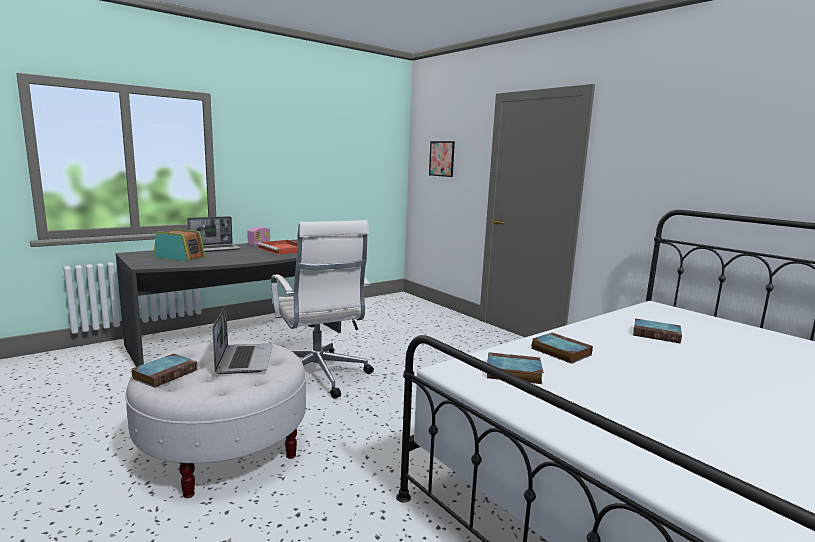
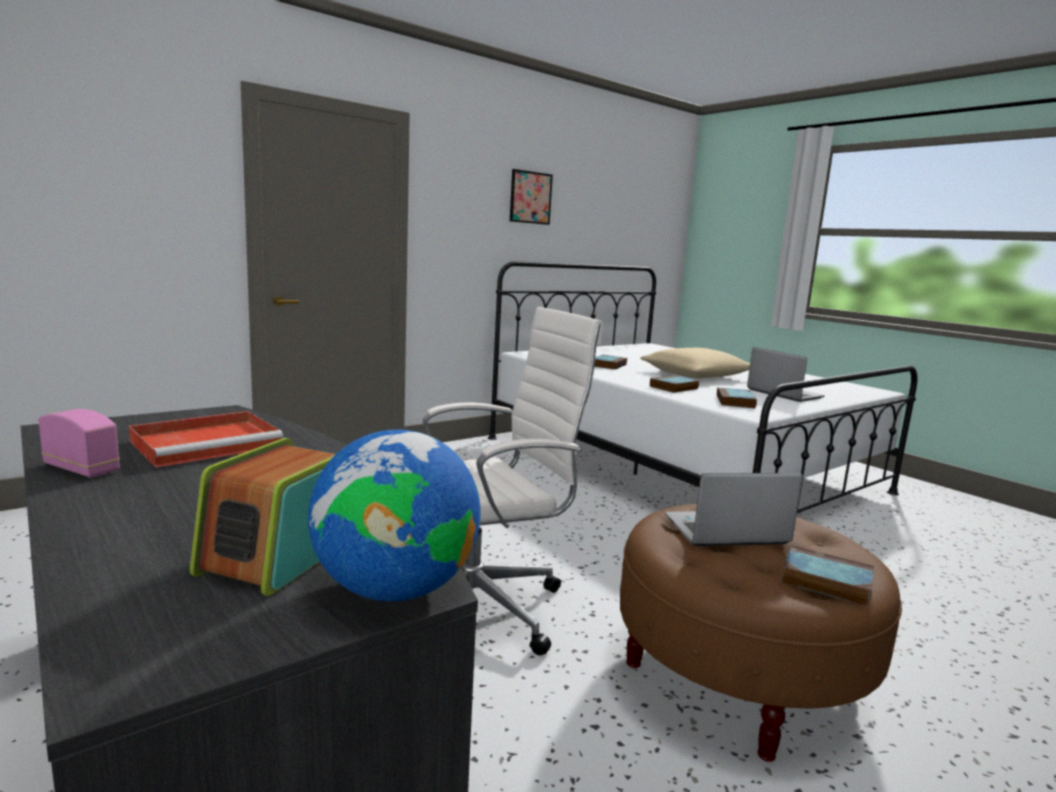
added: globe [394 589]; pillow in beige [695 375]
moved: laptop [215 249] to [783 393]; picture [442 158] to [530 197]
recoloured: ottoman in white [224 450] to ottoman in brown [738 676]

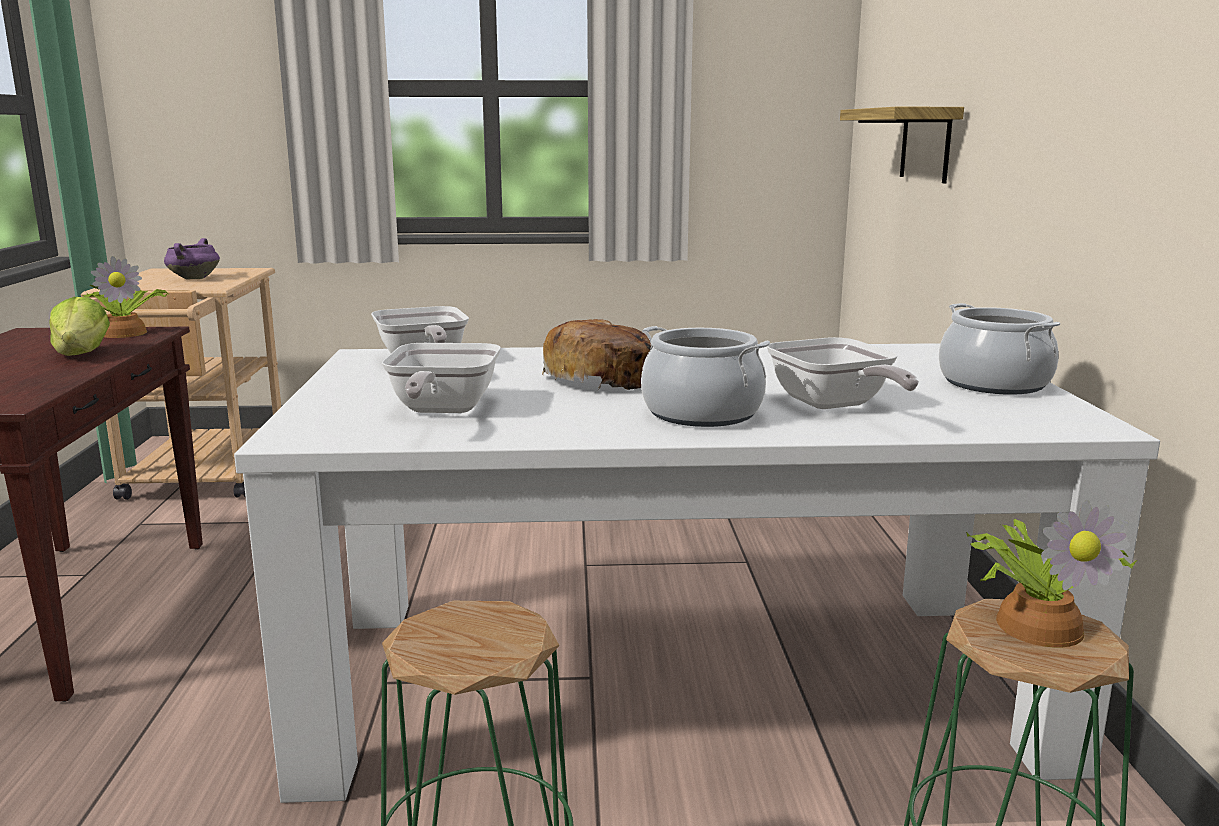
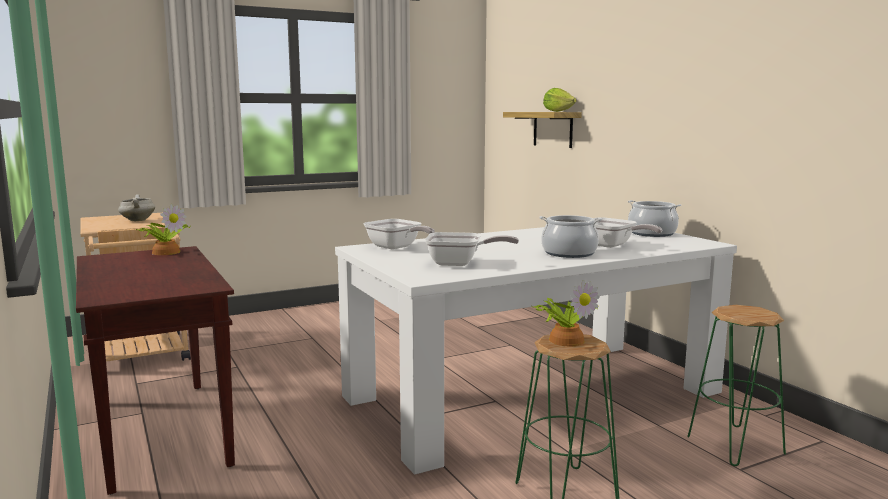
removed: bread [605 378]
moved: lettuce [82 353] to [558 111]; potted plant [1040 623] to [566 339]
recoloured: cooking pot in purple [194 278] to cooking pot in white [137 220]
turned: frying pan [441 411] = [460 263] 60 degrees counterclockwise

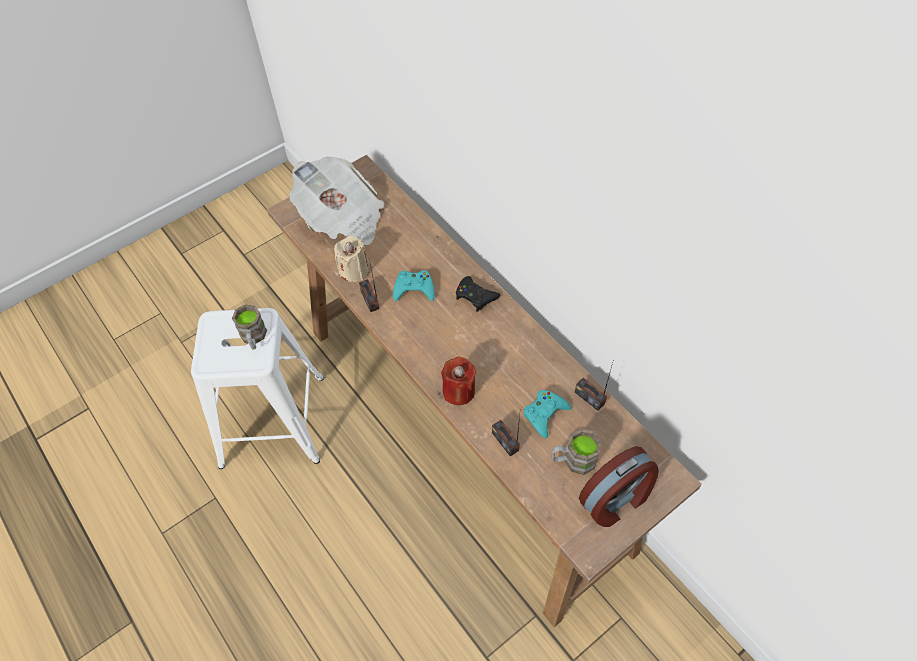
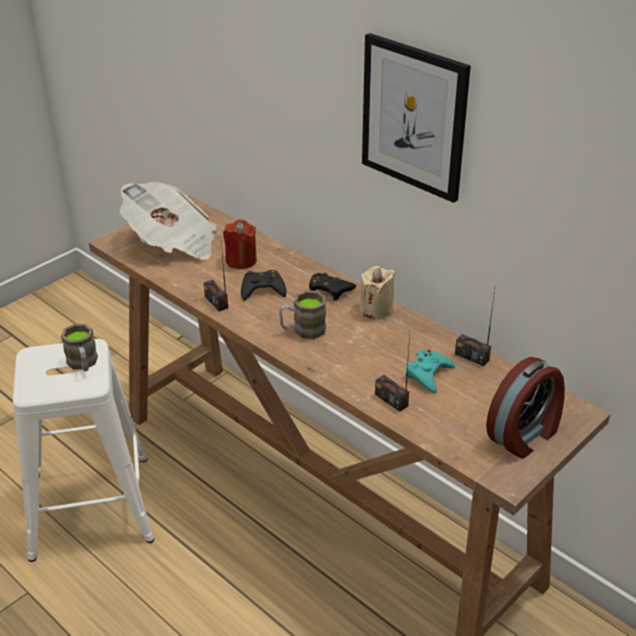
added: picture [414 117]
moved: candle in beige [354 270] to [376 309]; candle in red [459 391] to [241 260]; mug in brown [573 460] to [303 330]
recoloured: game controller in turquoise [414 289] to game controller in black [262 290]

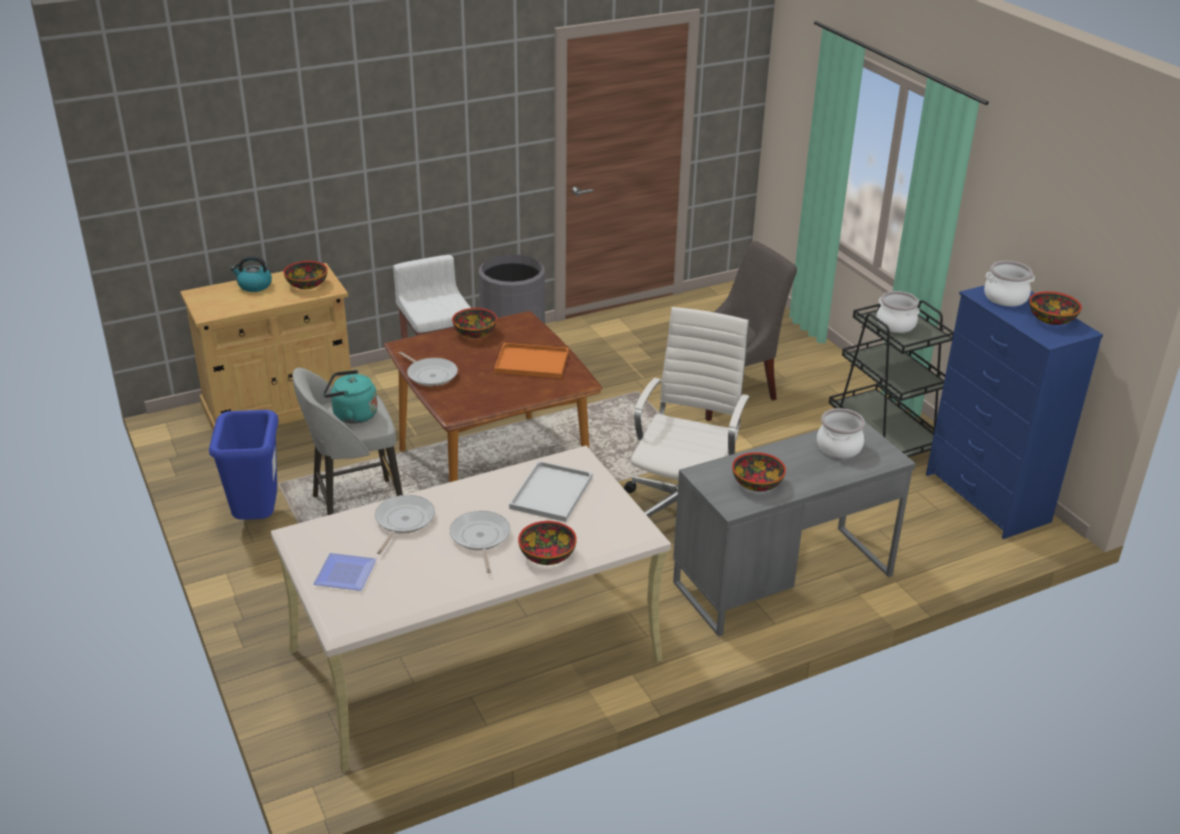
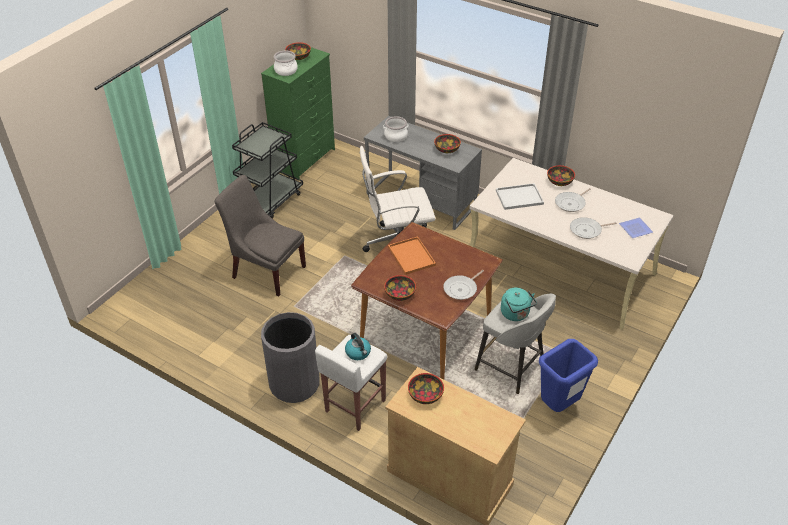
removed: cooking pot [896 324]
moved: kettle [254 286] to [358 353]
recoloured: dresser in blue [987 498] to dresser in green [305 159]
turned: frying pan [430 374] = [461 289] 150 degrees counterclockwise

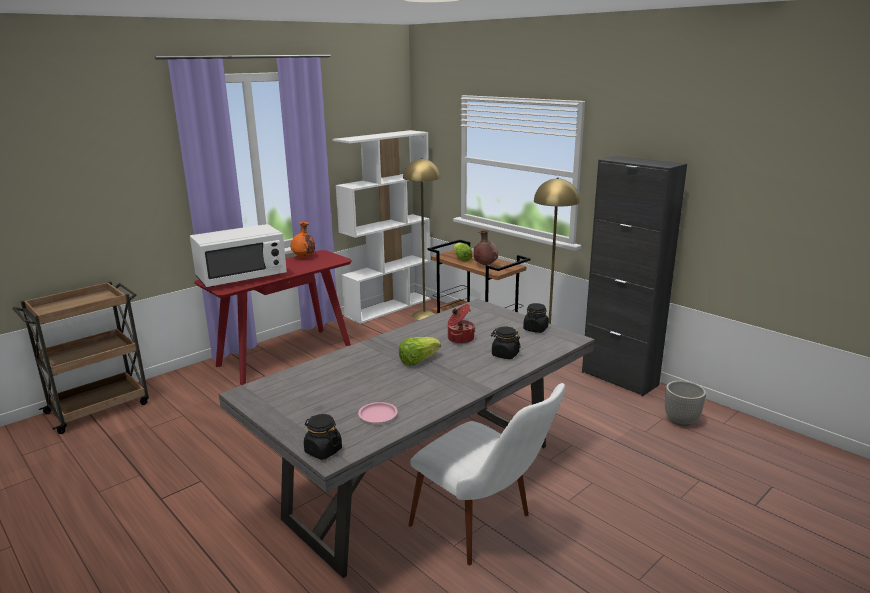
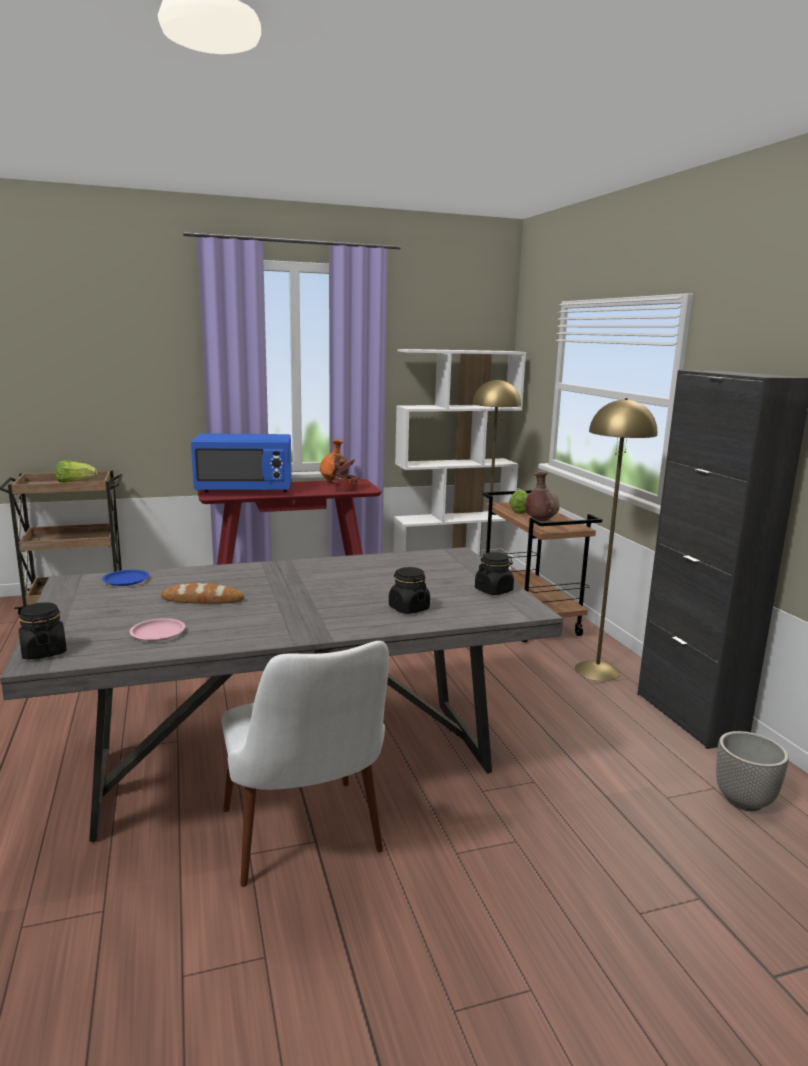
added: plate in blue [126 581]; bread [202 600]
moved: lettuce [418 361] to [75 482]; cooking pot [460 338] to [345 489]
recoloured: microwave in white [242 278] to microwave in blue [245 489]

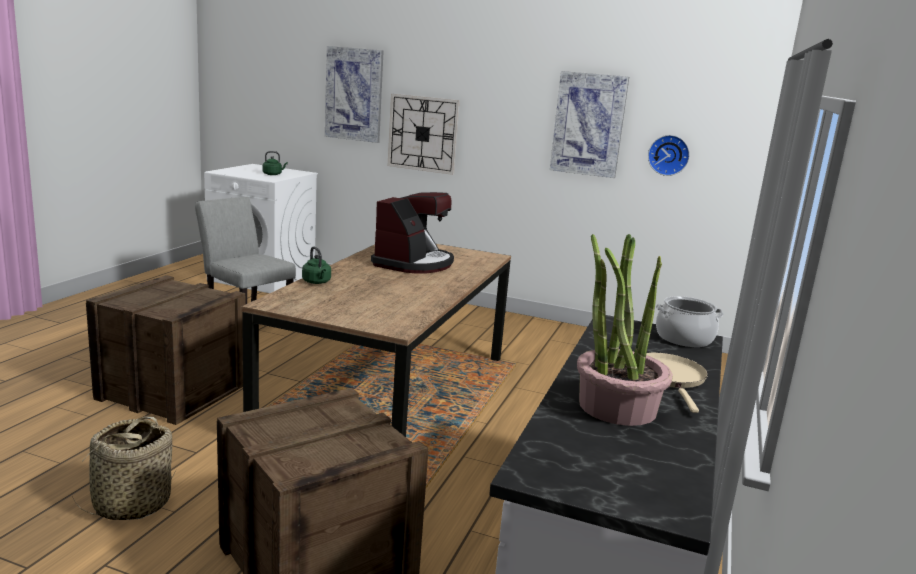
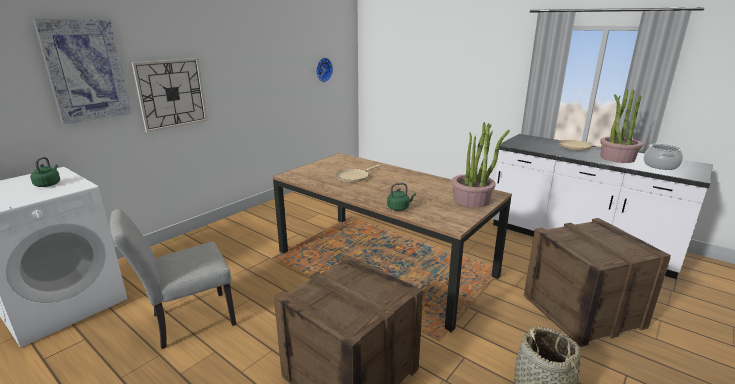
removed: picture [588 124]
added: potted plant [472 200]
moved: cooking pot [684 338] to [660 166]
replaced: coffee machine [414 263] to frying pan in beige [354 177]

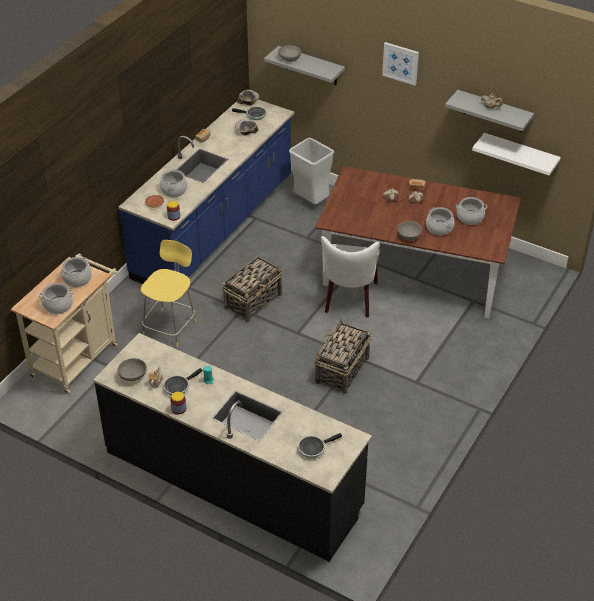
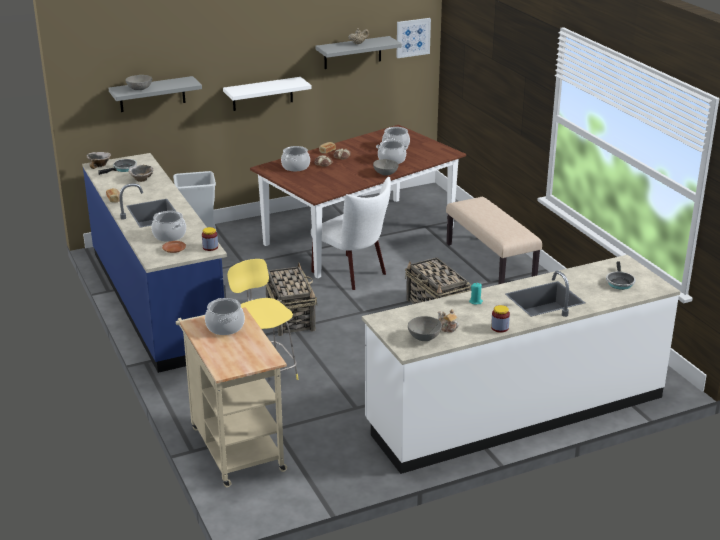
removed: frying pan [178 387]
added: bench in beige [491 263]
moved: cooking pot [58 305] to [296 167]; picture [400 63] to [413 37]; shelf in white [520 154] to [262 94]
recoloured: counter in black [233 479] to counter in white [515 411]

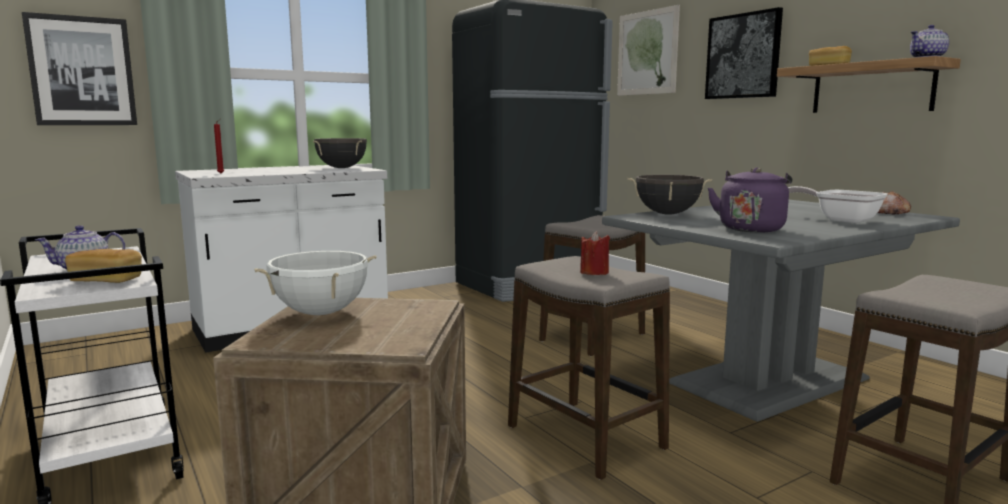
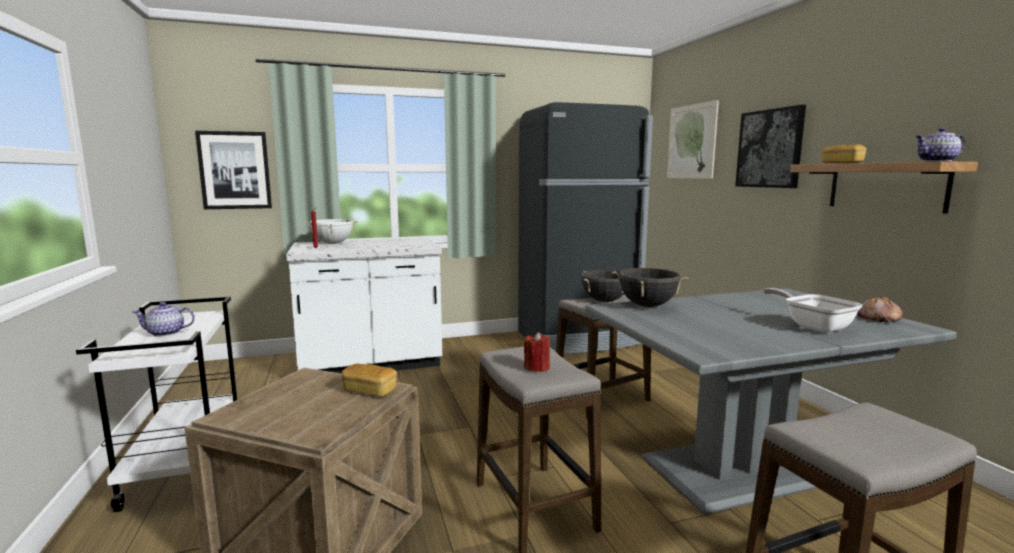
removed: kettle in purple [751 228]
moved: bread [106 280] to [370 391]; cooking pot in white [321 313] to [333 243]; cooking pot in black [341 168] to [604 301]

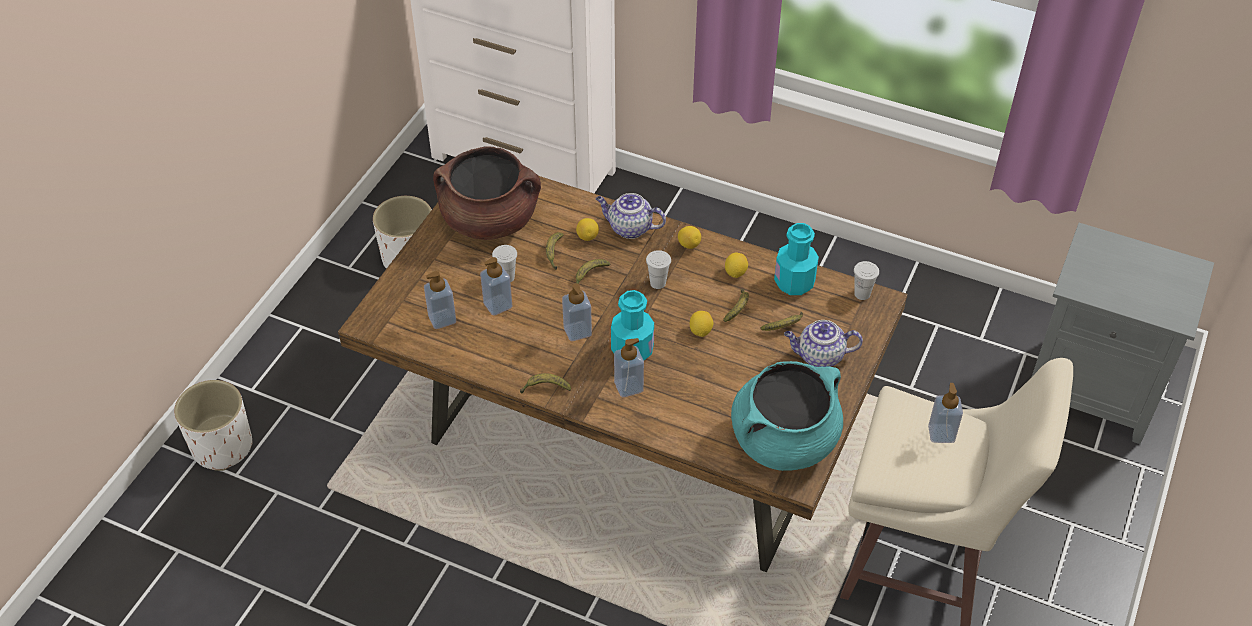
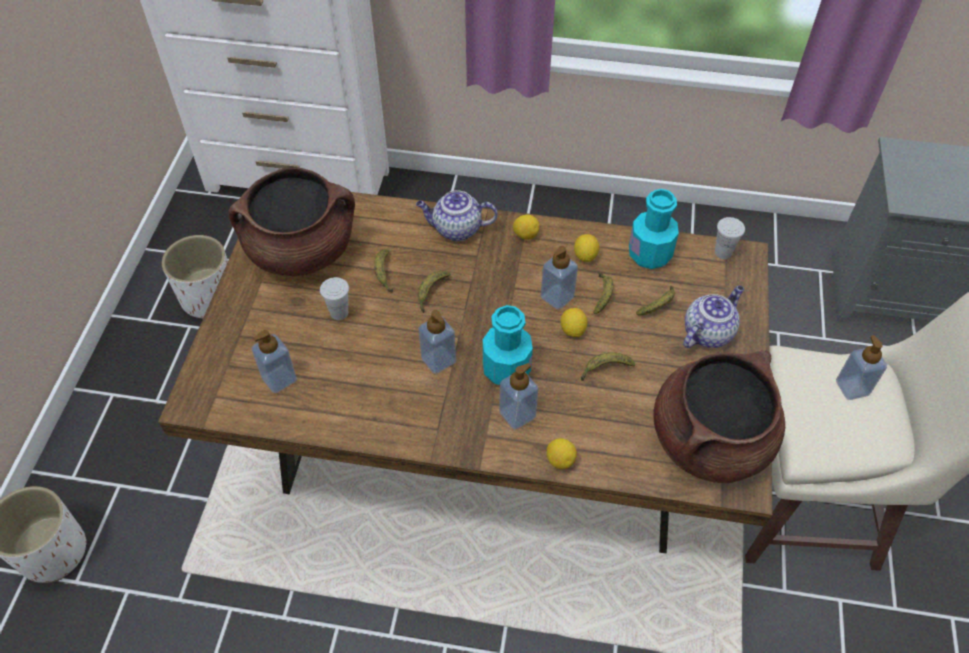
removed: cup in white [658 283]
moved: soap dispenser [498 305] to [557 297]; banana [545 388] to [605 369]; lemon [587 237] to [560 460]
recoloured: cooking pot in turquoise [784 440] to cooking pot in brown [710 440]
turned: teapot [819 356] = [708 332] 150 degrees clockwise

